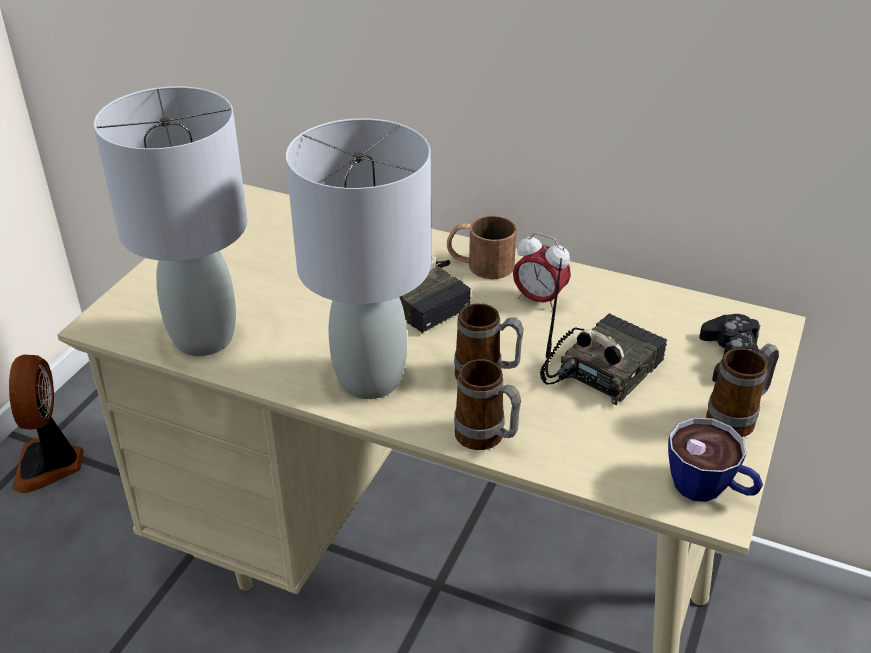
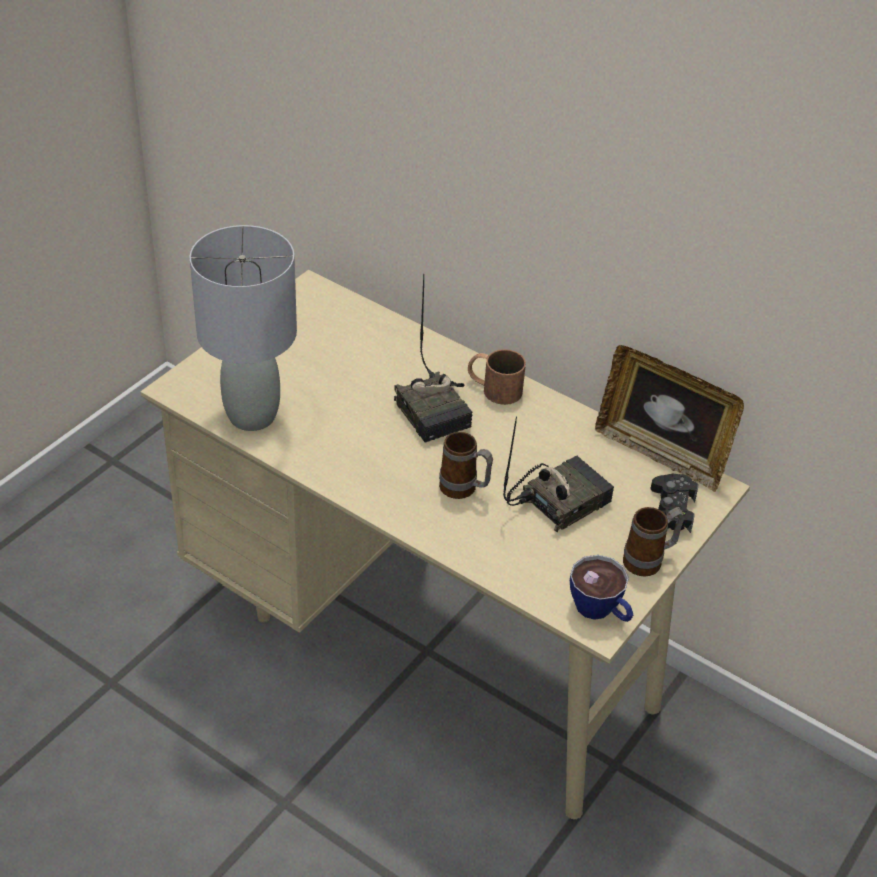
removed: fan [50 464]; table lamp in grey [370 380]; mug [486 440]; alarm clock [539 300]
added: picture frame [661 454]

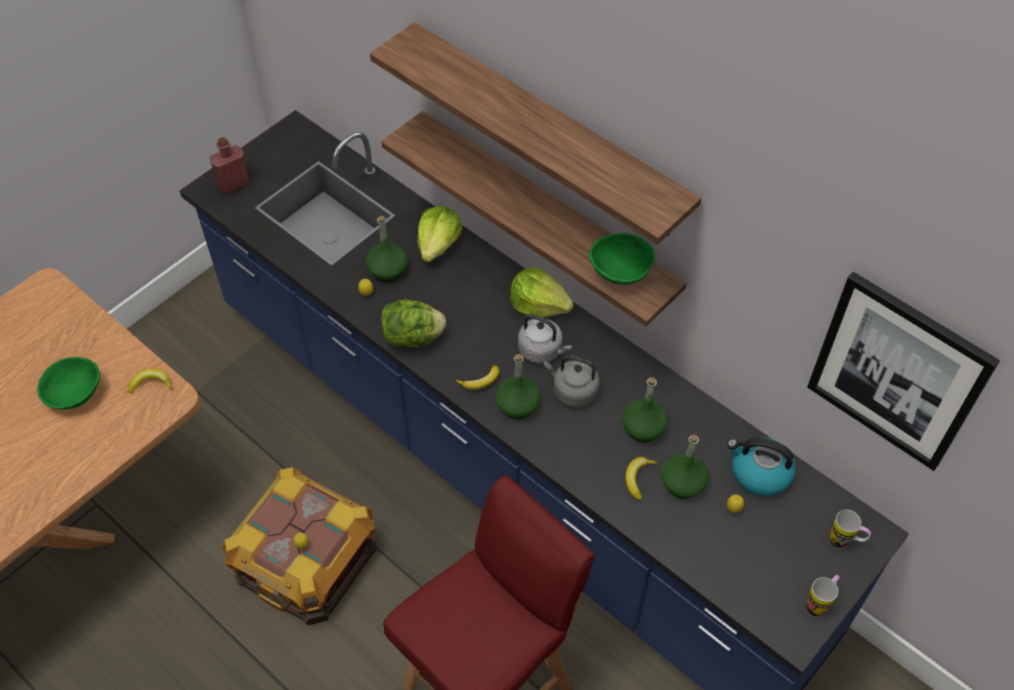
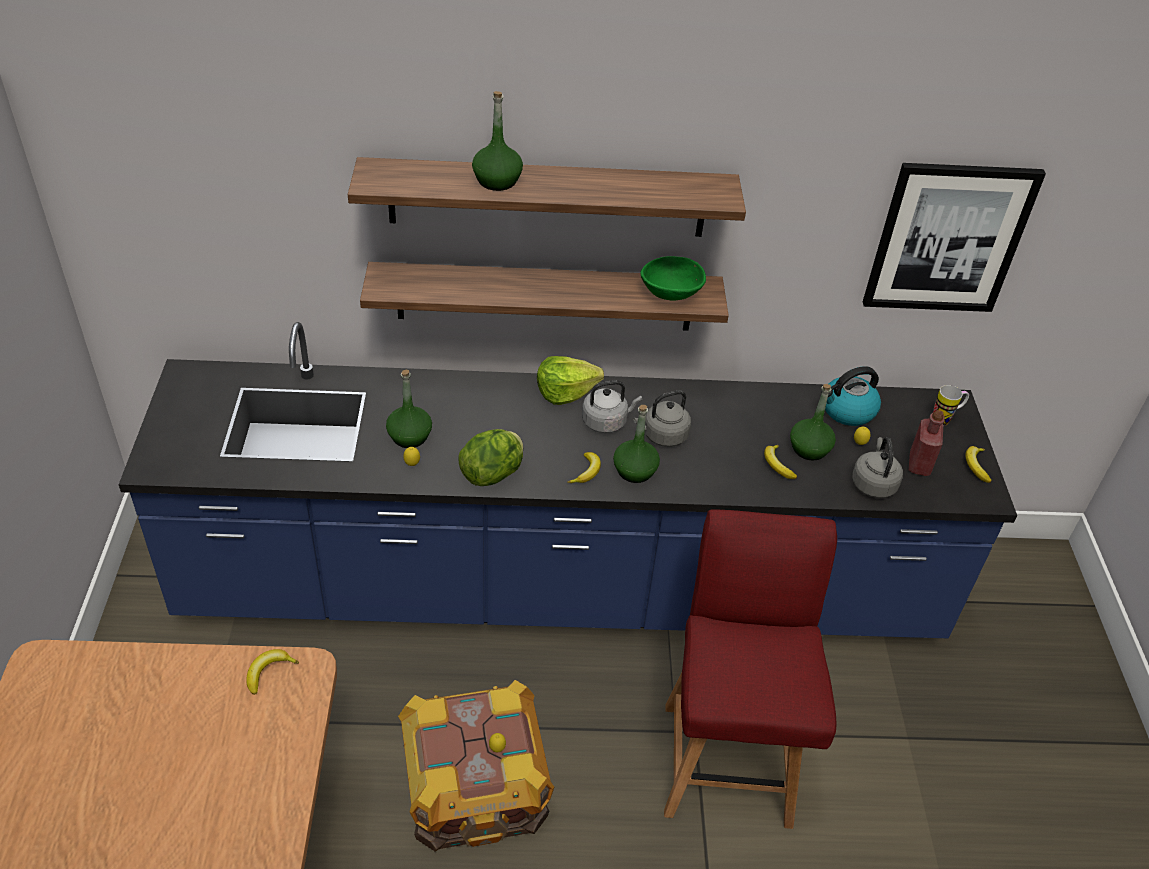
removed: bowl in green [75 395]; lettuce [438 245]
added: kettle in grey [873 483]
moved: bottle in red [234 184] to [919 464]; bottle in green [643 428] to [497 180]
replaced: mug [819 603] to banana [976 466]

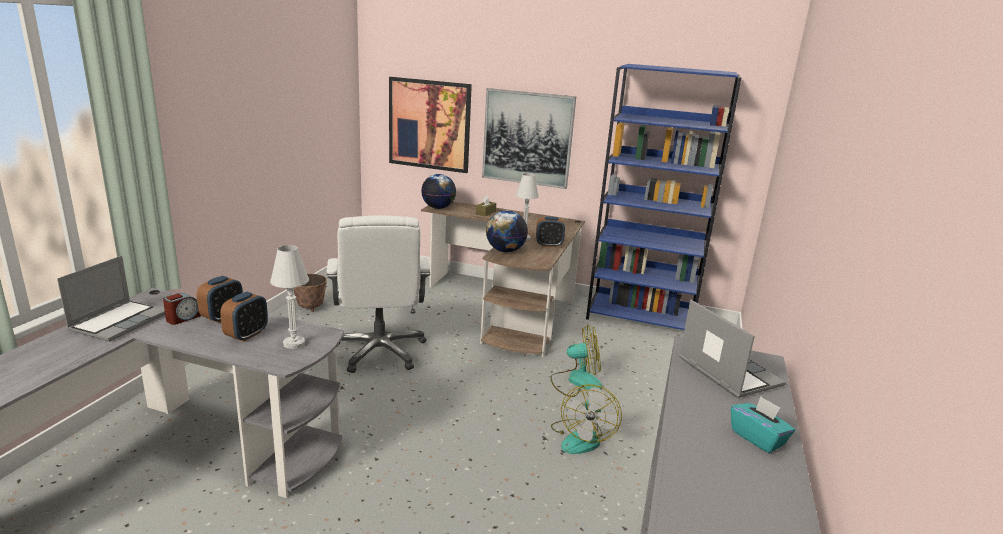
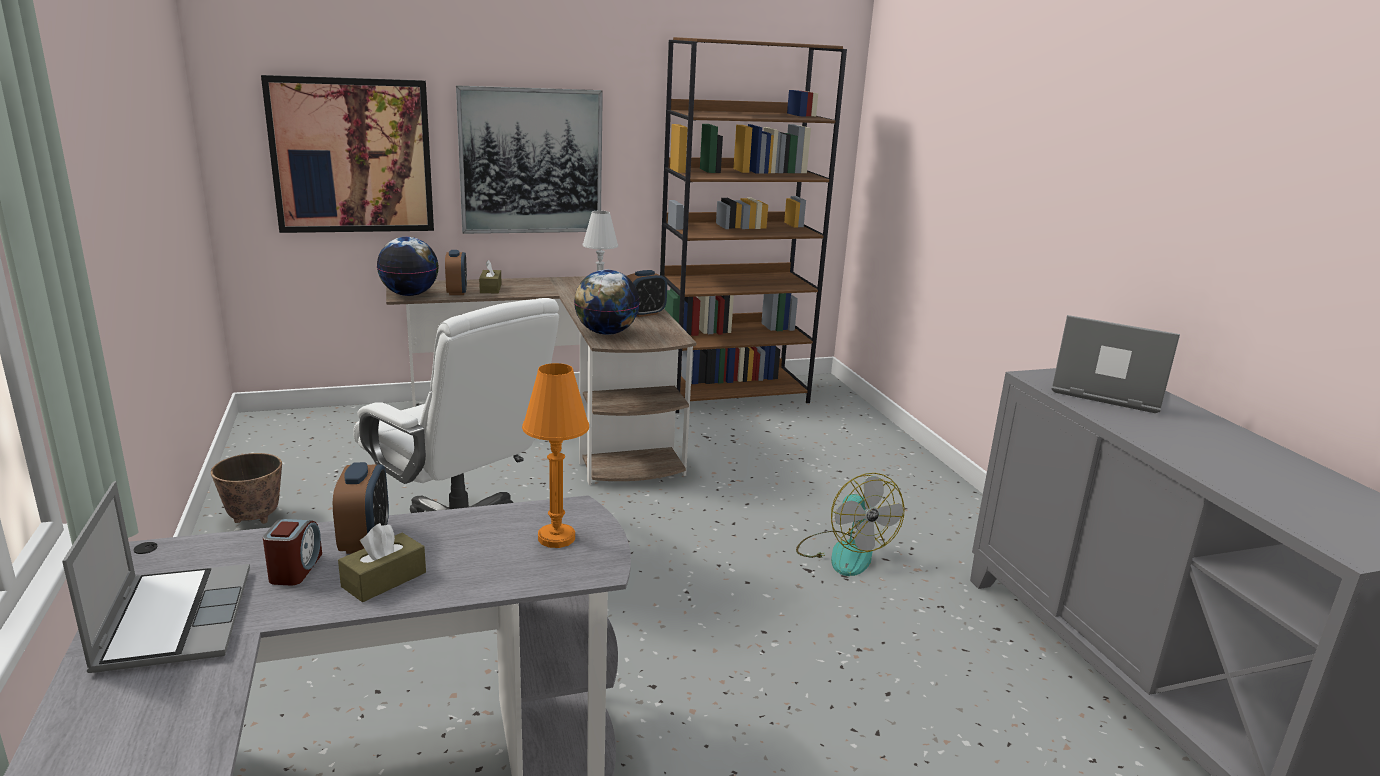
removed: fan [576 381]; tissue box in turquoise [757 438]
added: tissue box in brown [384 579]
moved: alarm clock [247 335] to [457 292]
recoloured: table lamp in white [294 343] to table lamp in orange [556 538]; bookcase in blue [640 318] to bookcase in brown [732 394]

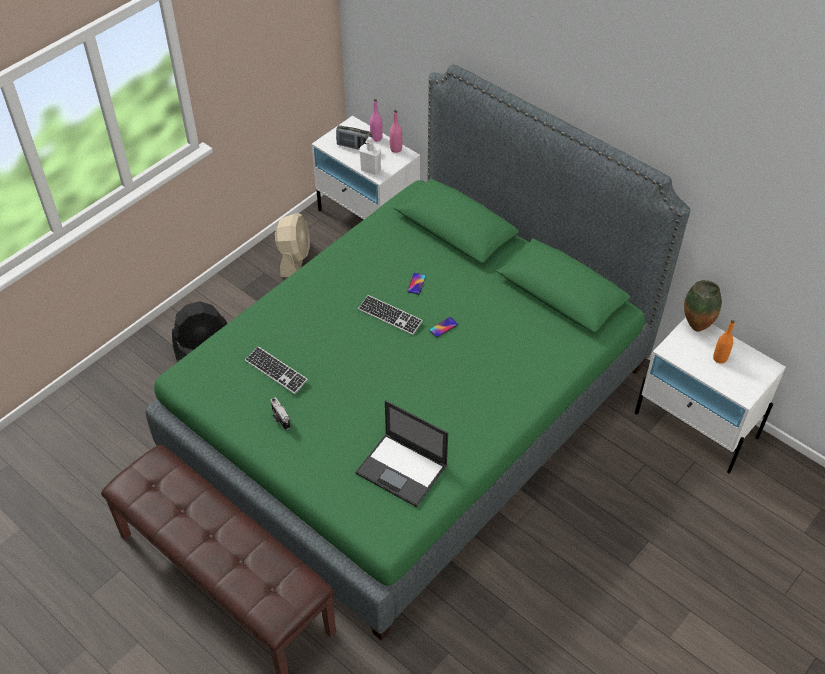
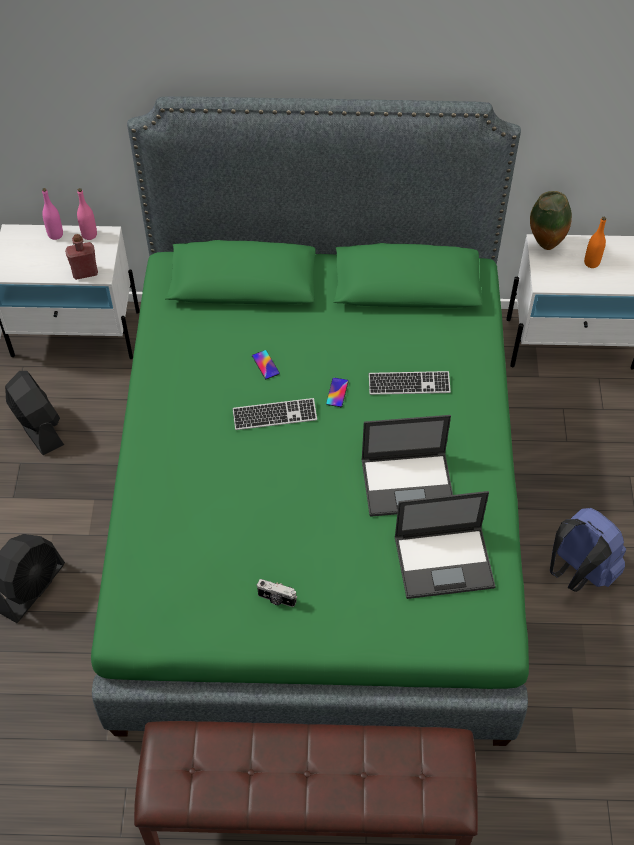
removed: radio [354 146]
added: laptop [408 483]; backpack in blue [578 572]
moved: keyboard [276 371] to [409 384]
recoloured: fan in beige [294 258] to fan in black [38 426]; bottle in white [370 169] to bottle in red [85 273]

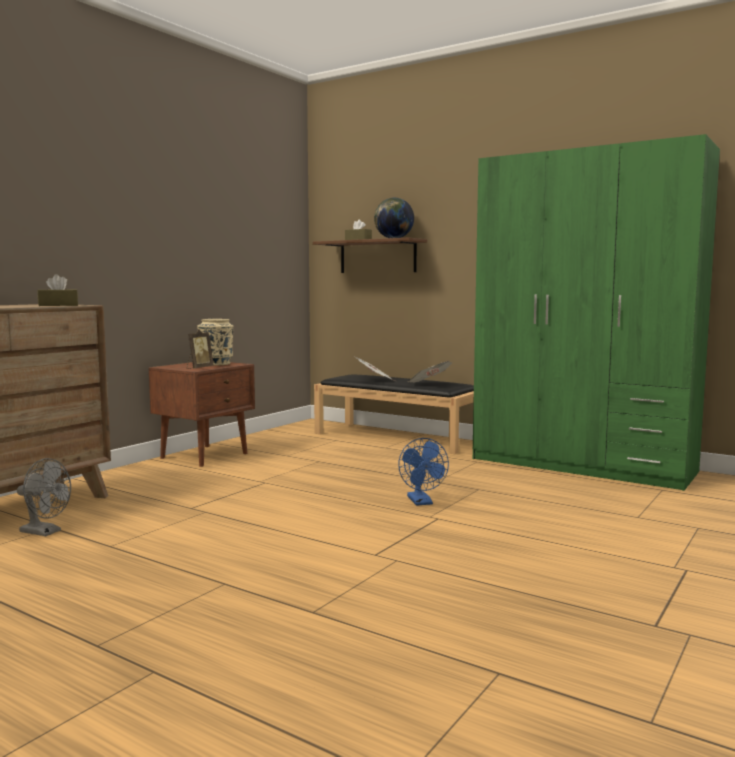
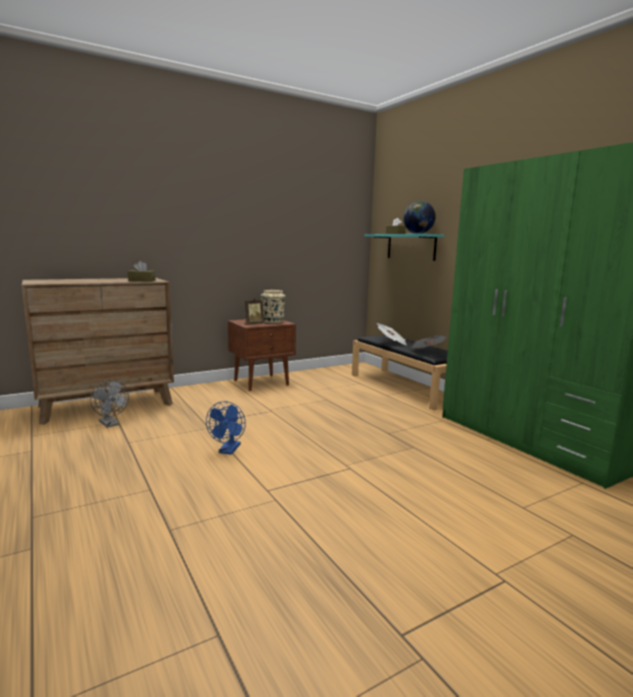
moved: fan in blue [421 502] to [228 451]
recoloured: shelf in brown [377 257] to shelf in turquoise [411 247]

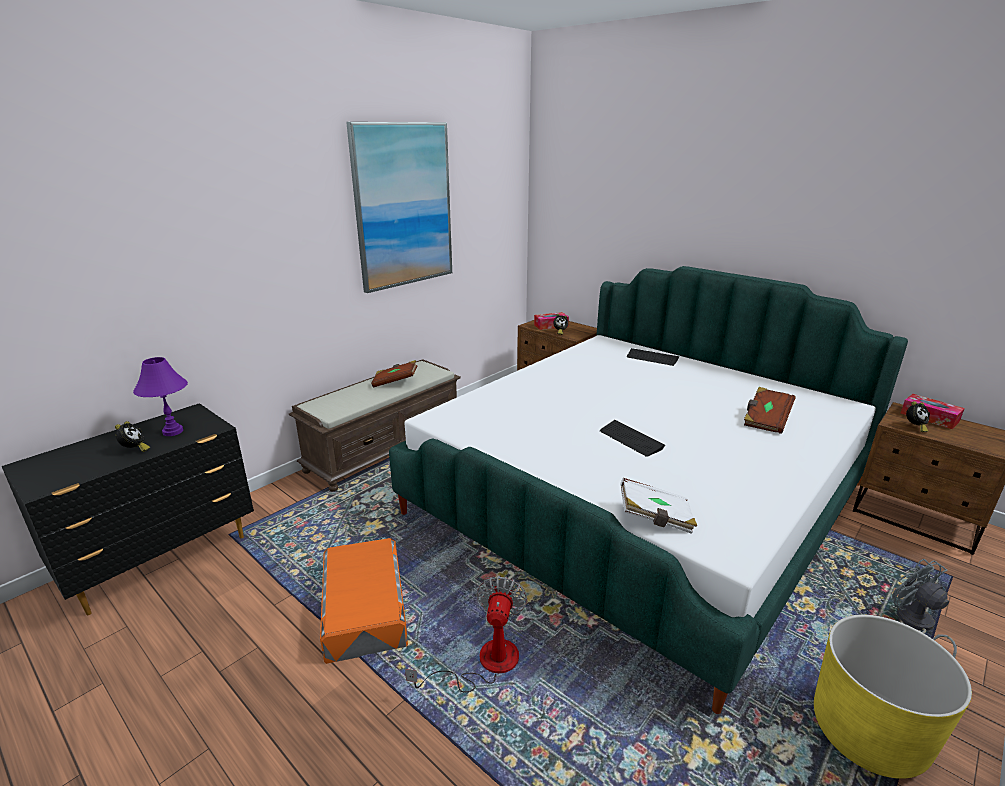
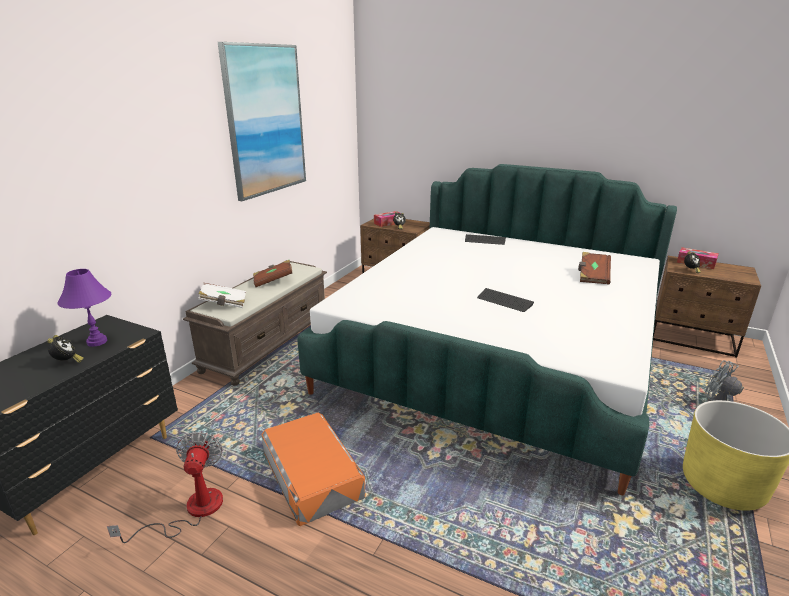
moved: fan [485 663] to [191 510]; book in white [655 518] to [224 304]

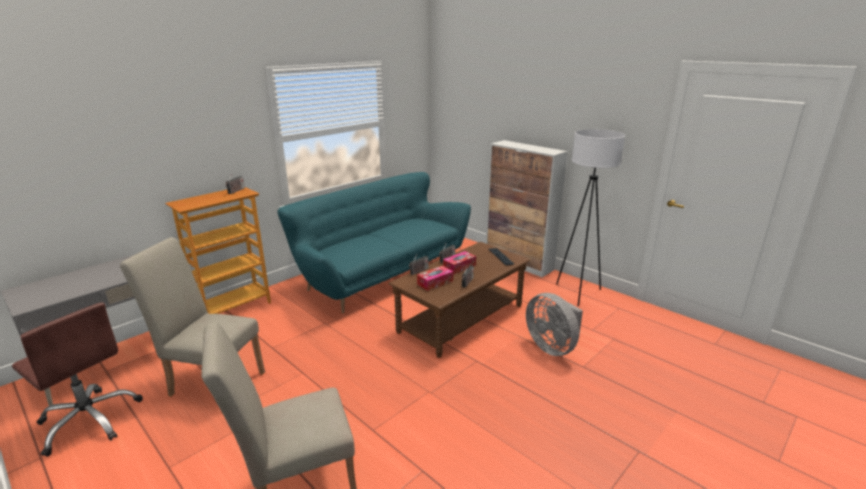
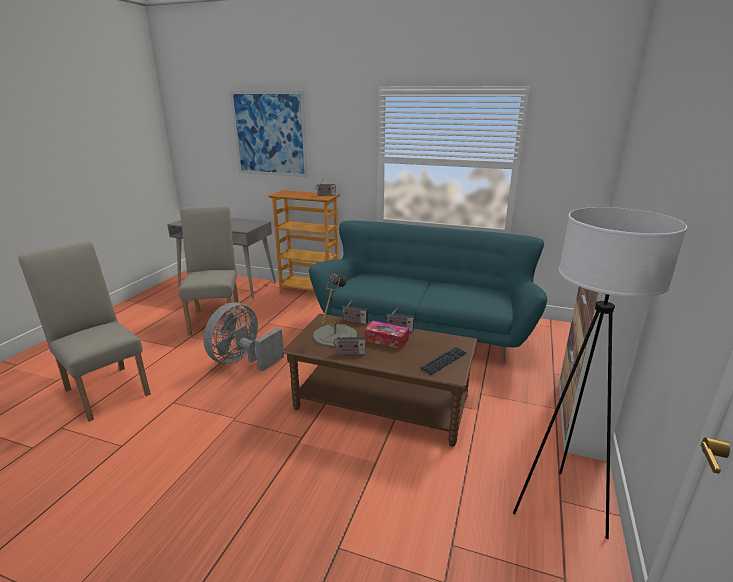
removed: office chair in brown [90 420]
added: picture [269 134]
moved: fan in grey [552 347] to [243 361]
replaced: tissue box [435 282] to table lamp in grey [335 335]

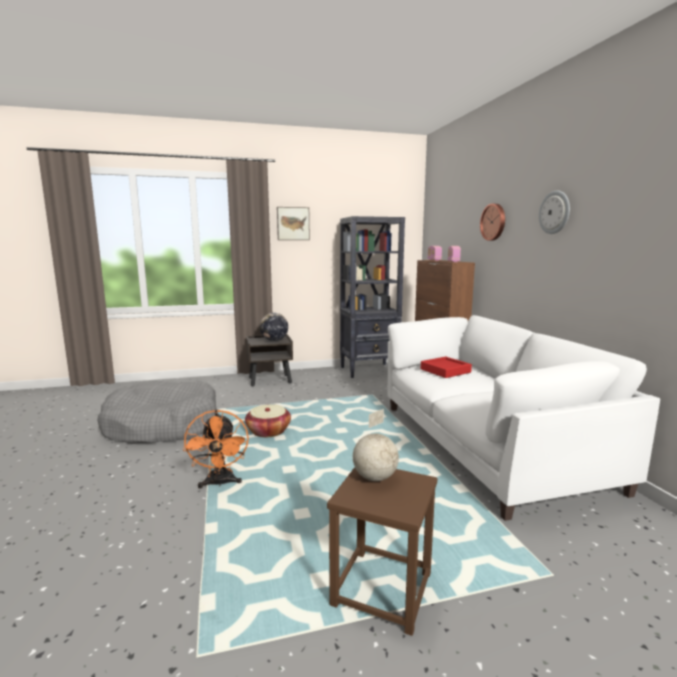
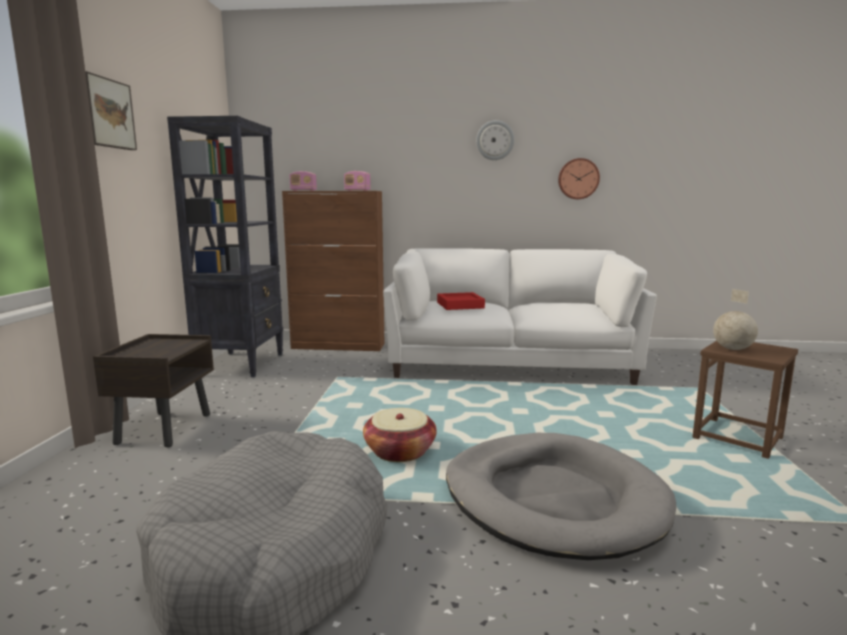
removed: globe [274 340]
moved: wall clock [494 222] to [578 179]
replaced: fan in orange [220 483] to dog bed in grey [552 499]

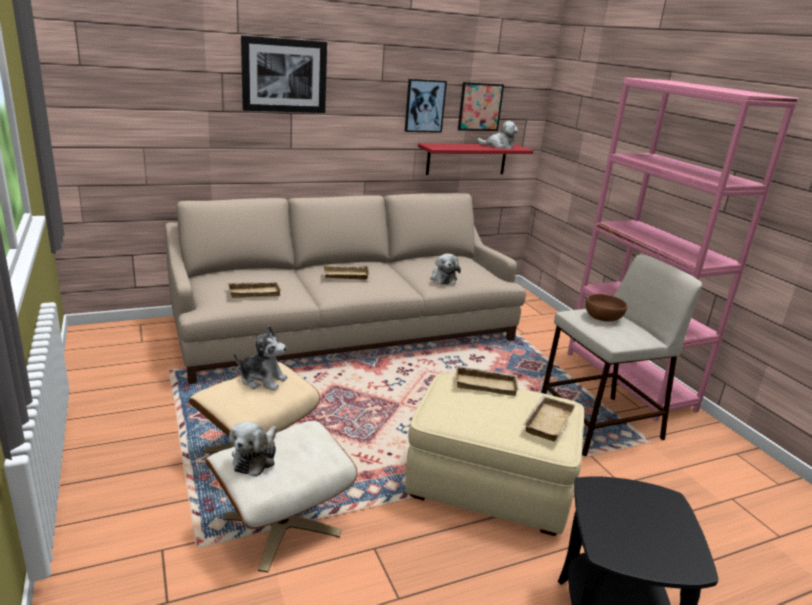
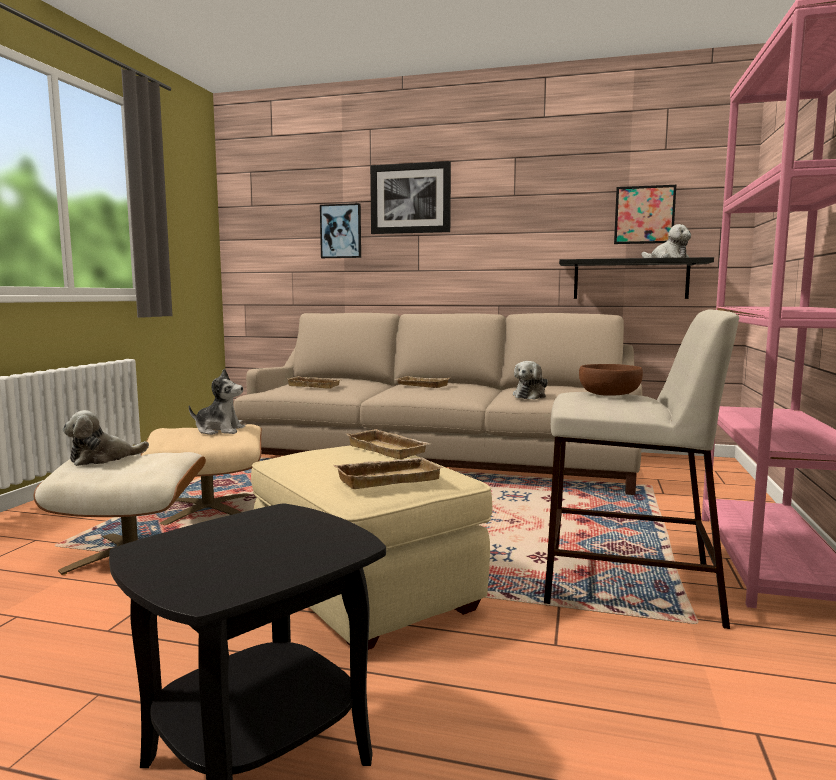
moved: picture [424 106] to [341 231]
recoloured: shelf in red [466 159] to shelf in black [630 279]
turned: plush toy [262 380] = [219 430] 45 degrees counterclockwise

